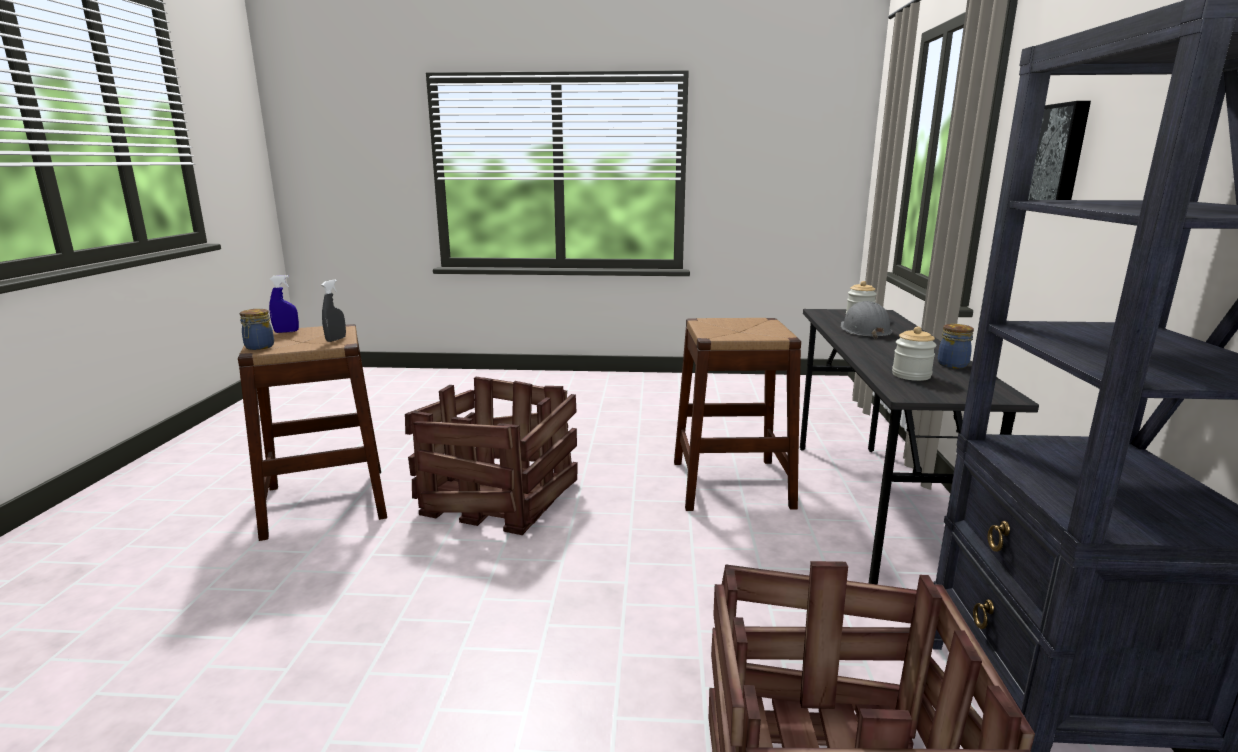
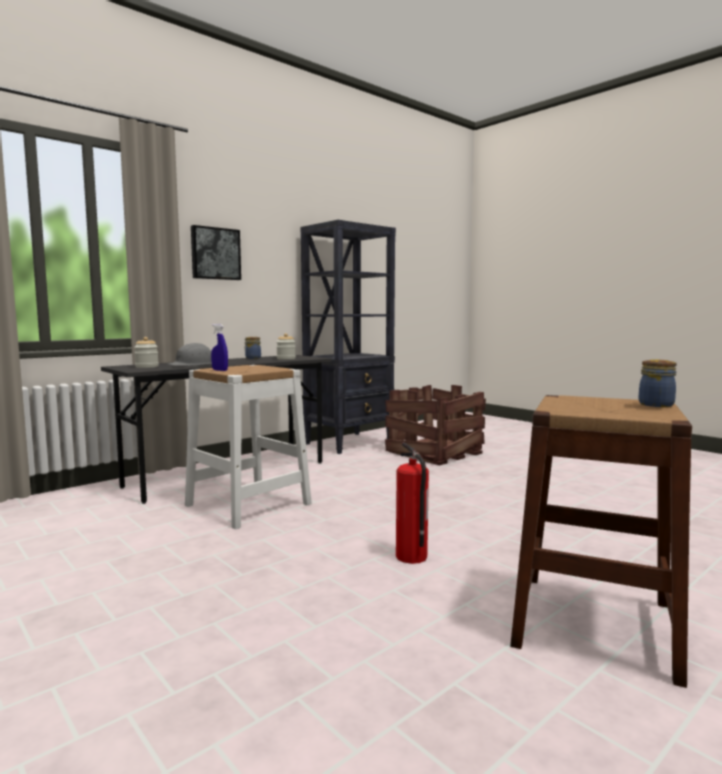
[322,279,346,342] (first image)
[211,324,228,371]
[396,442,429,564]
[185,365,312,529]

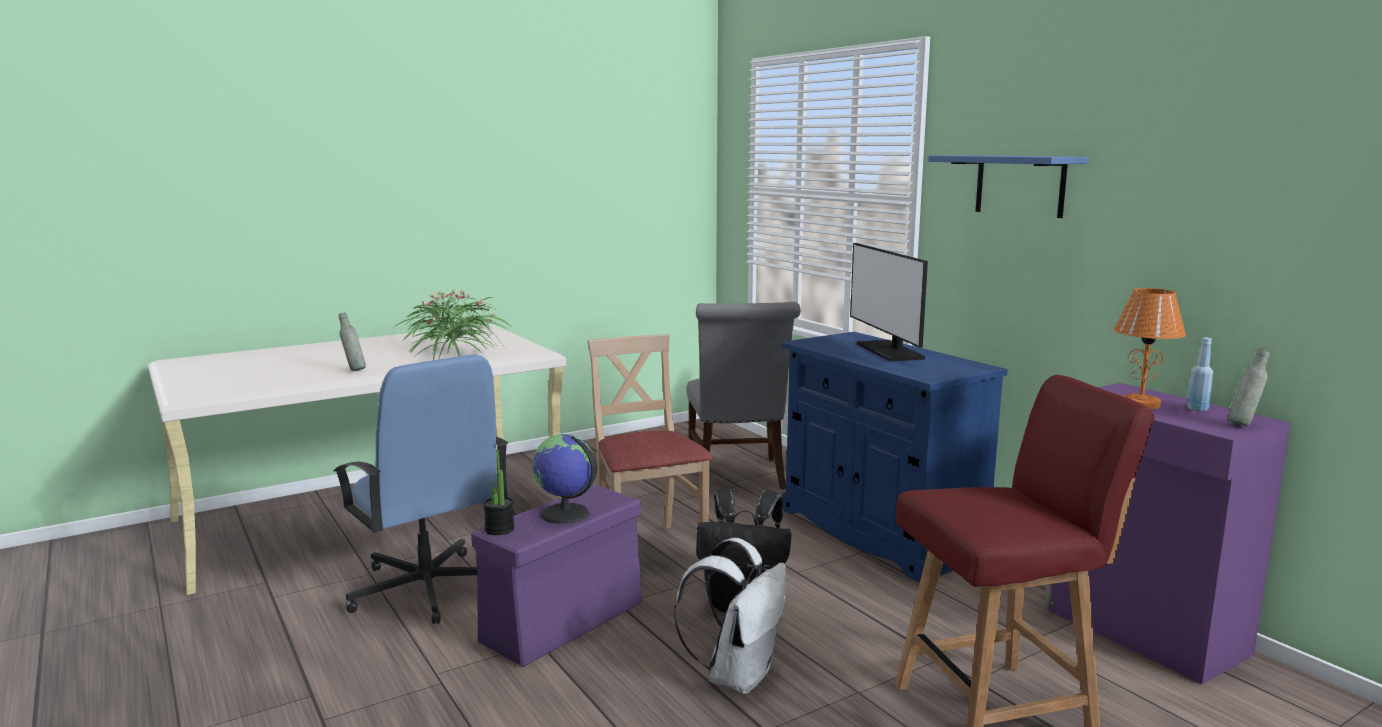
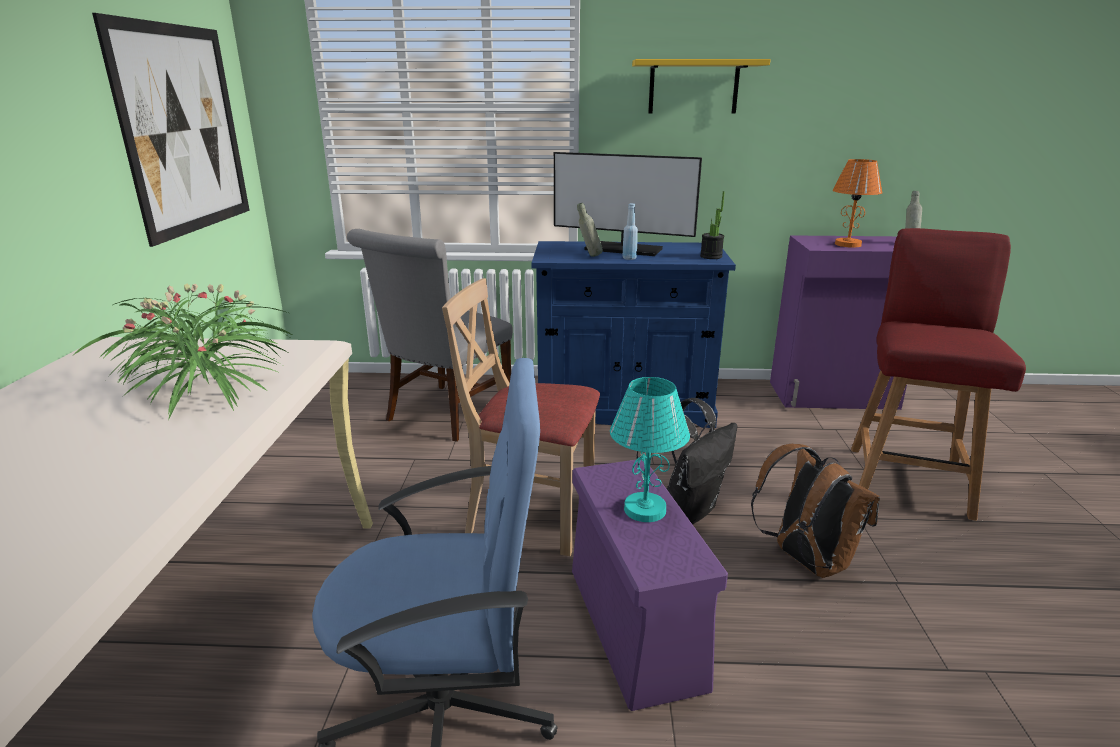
[92,13,250,247]
[577,203,603,257]
[700,191,725,259]
[622,203,638,260]
[610,377,690,522]
[751,444,880,578]
[632,59,771,114]
[347,229,513,442]

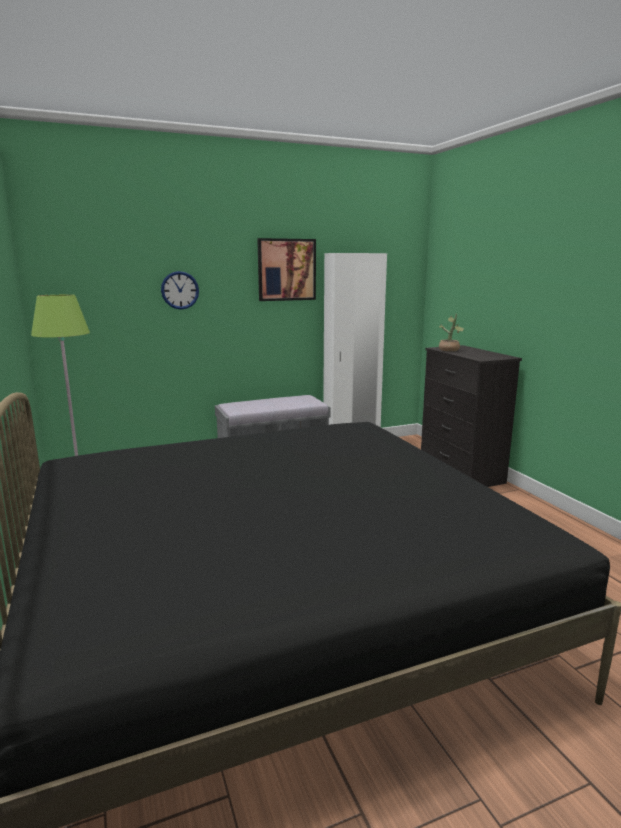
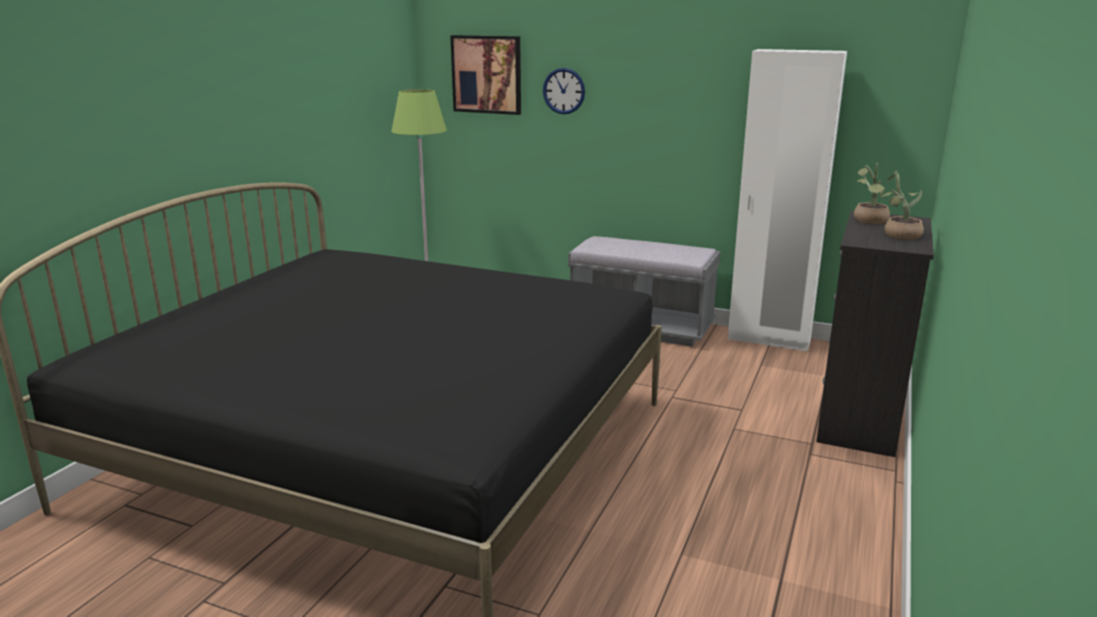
[879,171,924,240]
[450,35,521,115]

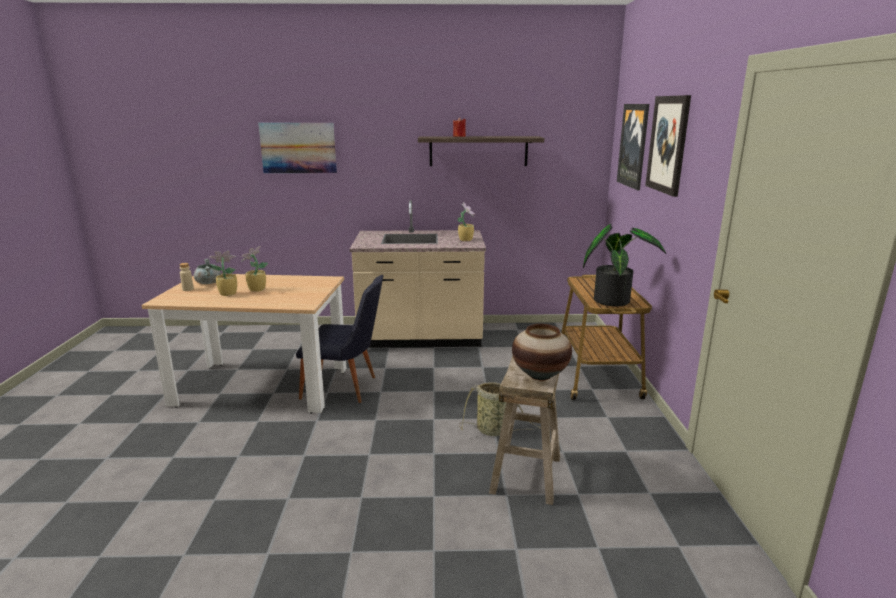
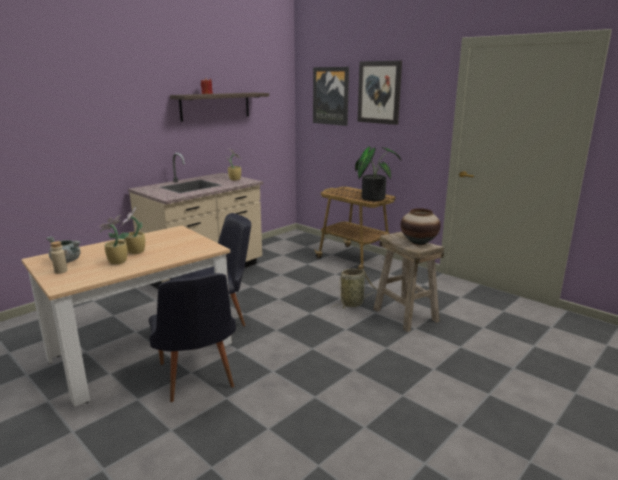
[258,123,337,173] (first image)
[149,273,236,402]

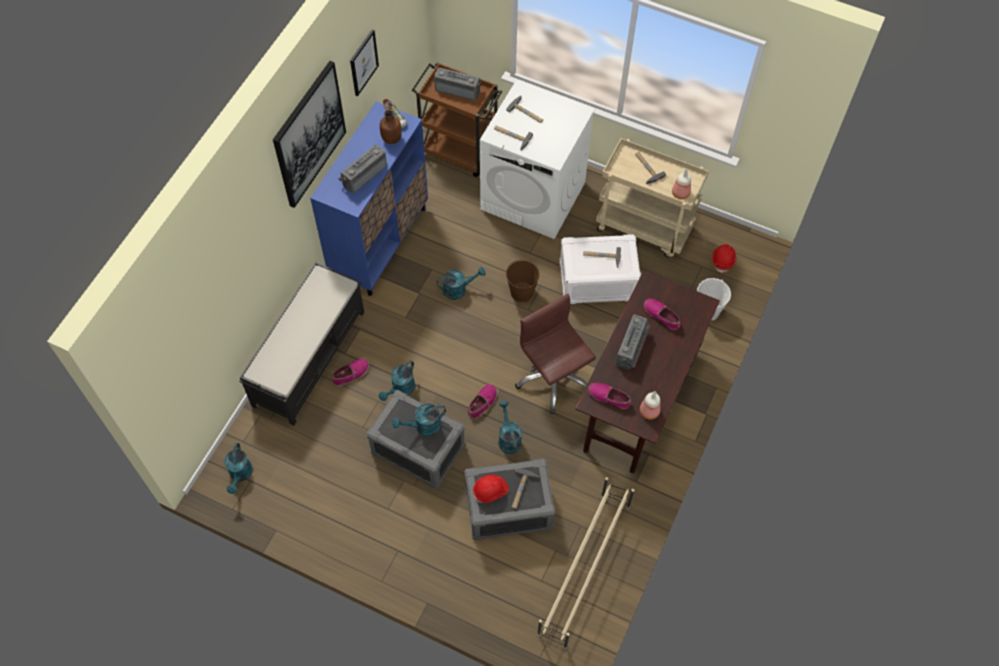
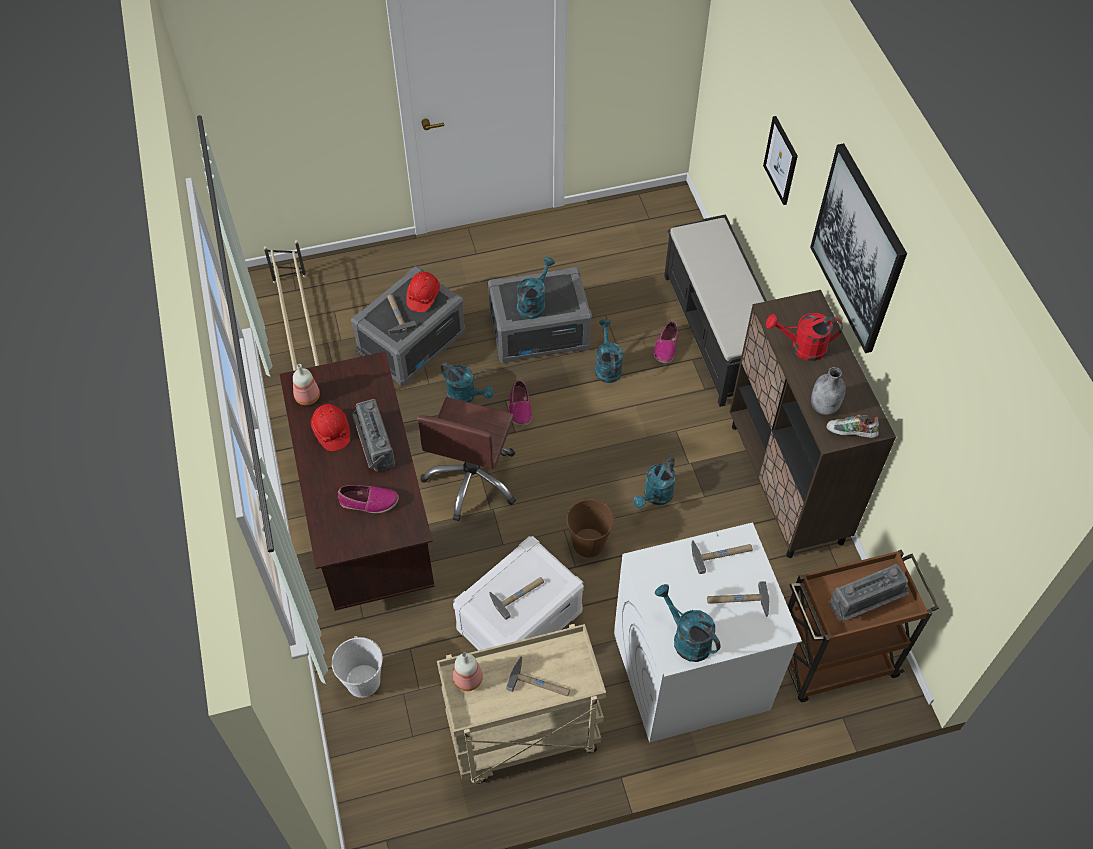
[588,383,631,409] (first image)
[655,584,721,662]
[763,116,798,205]
[311,404,350,451]
[766,313,843,361]
[730,290,896,558]
[811,367,846,415]
[417,397,516,521]

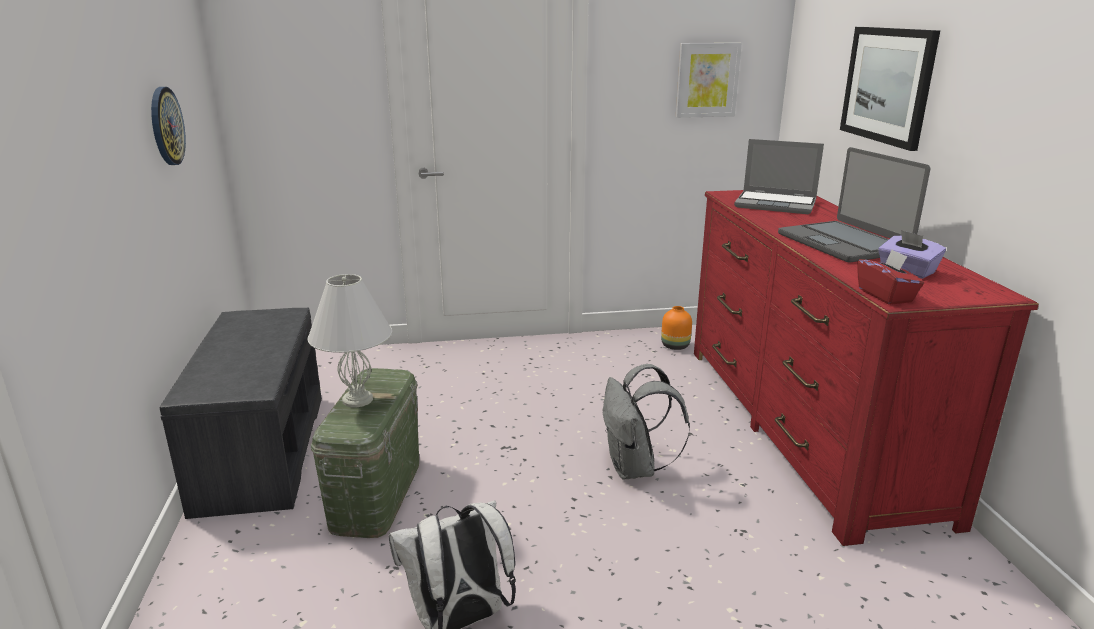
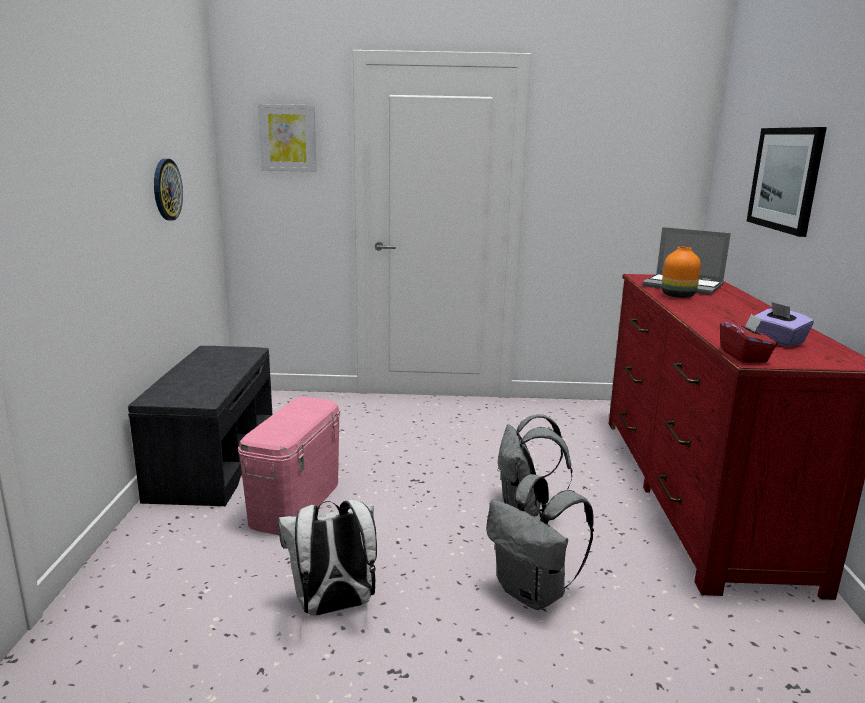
[308,274,392,408] (first image)
[778,147,930,263] (first image)
[486,474,594,610]
[662,247,701,298]
[258,104,317,172]
[238,397,340,535]

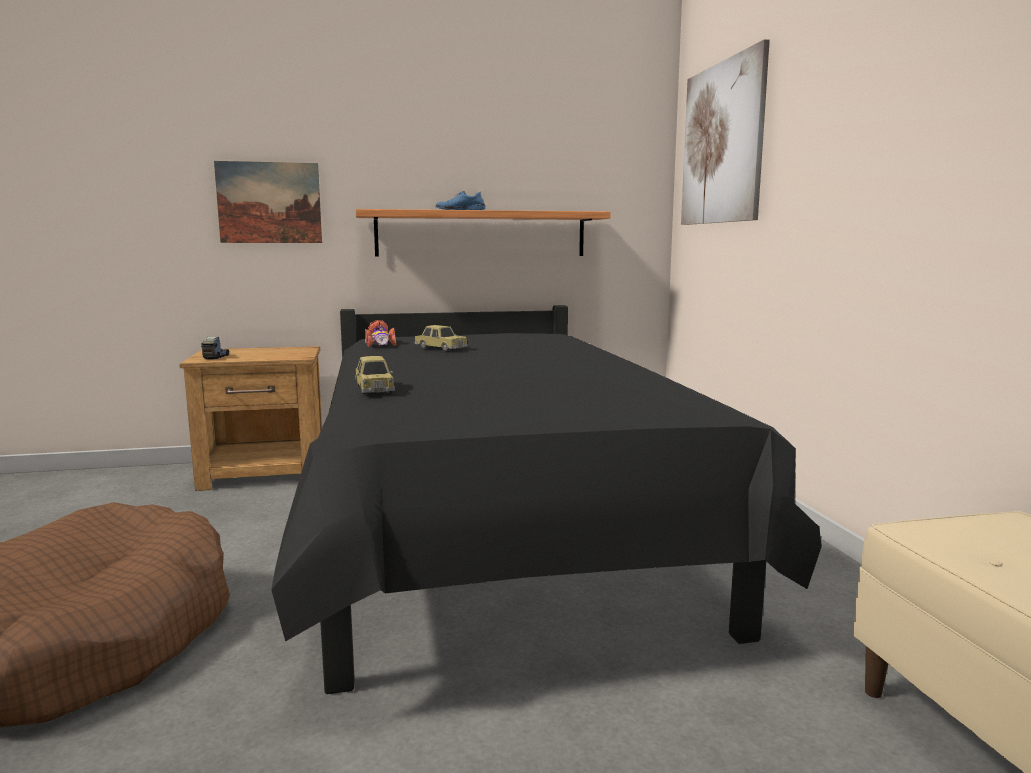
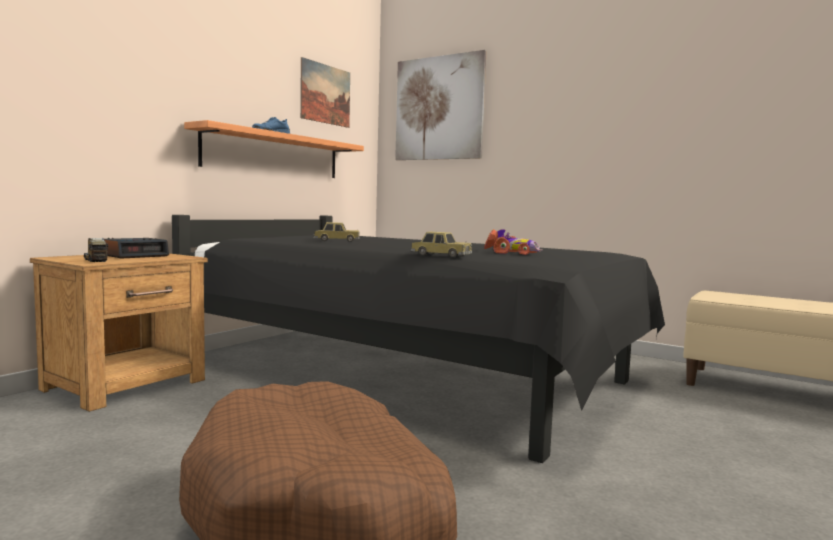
[104,238,169,259]
[300,57,350,128]
[484,229,543,255]

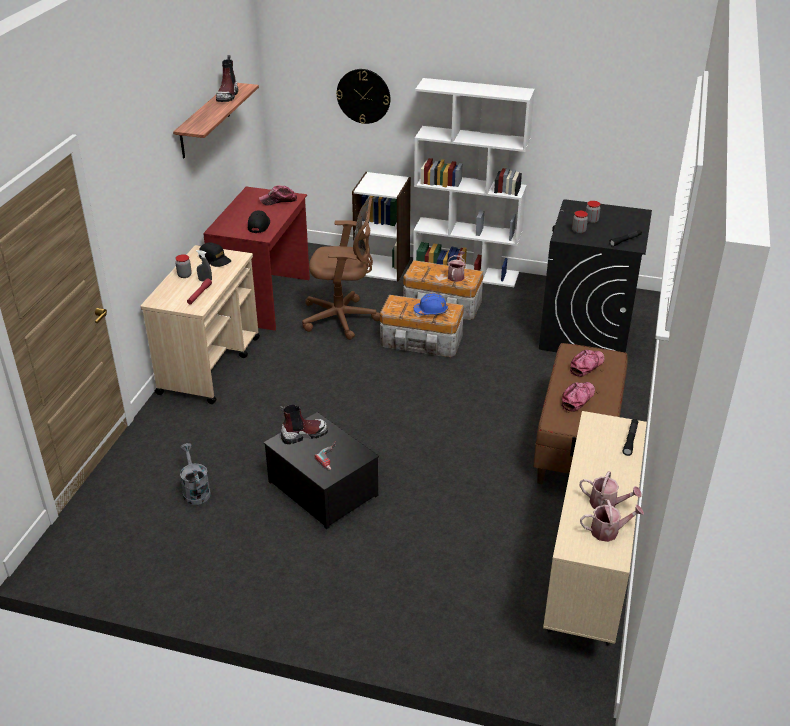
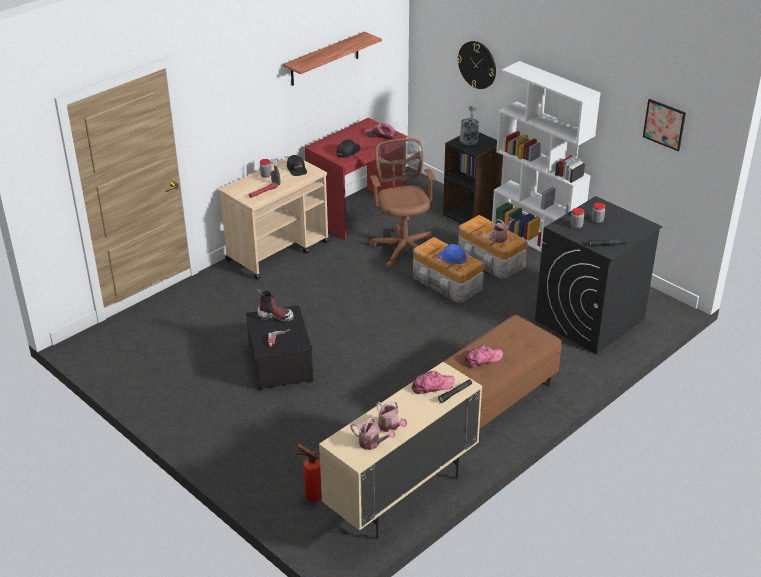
[216,55,238,102] (first image)
[296,444,322,502]
[643,99,686,151]
[460,106,479,145]
[412,371,455,394]
[443,132,503,224]
[369,138,436,269]

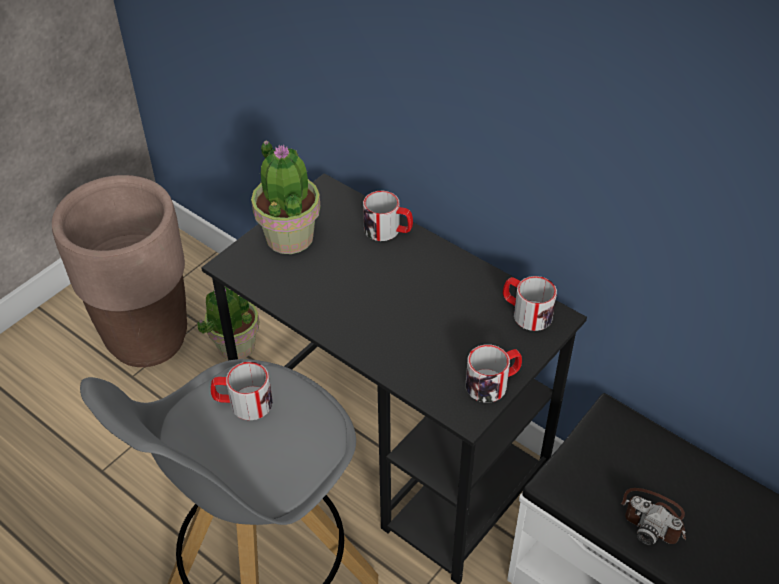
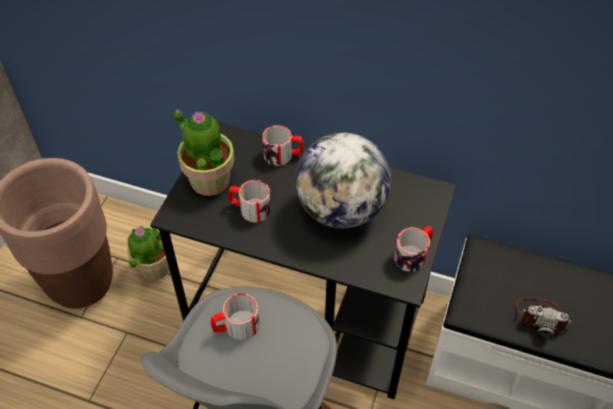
[295,133,391,228]
[228,180,271,223]

